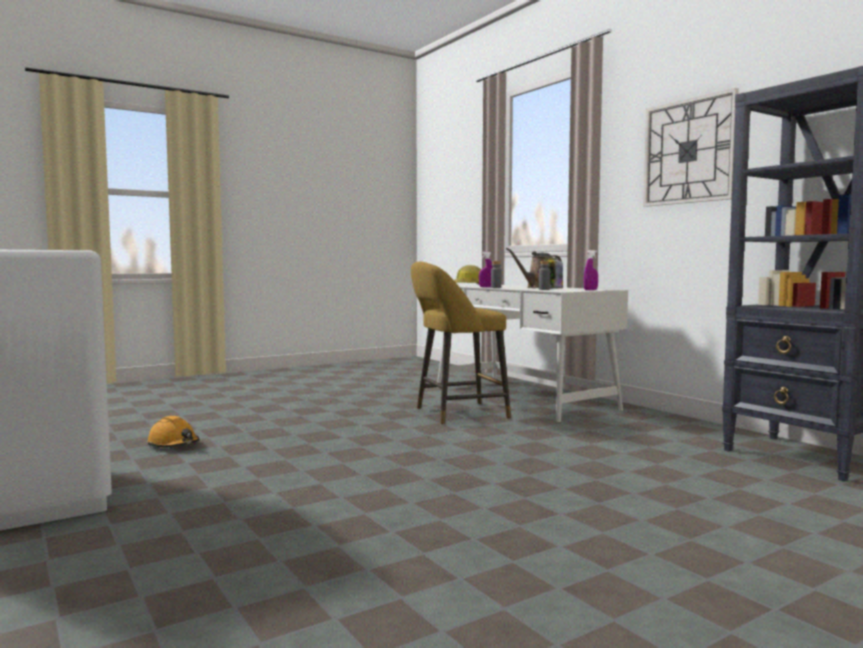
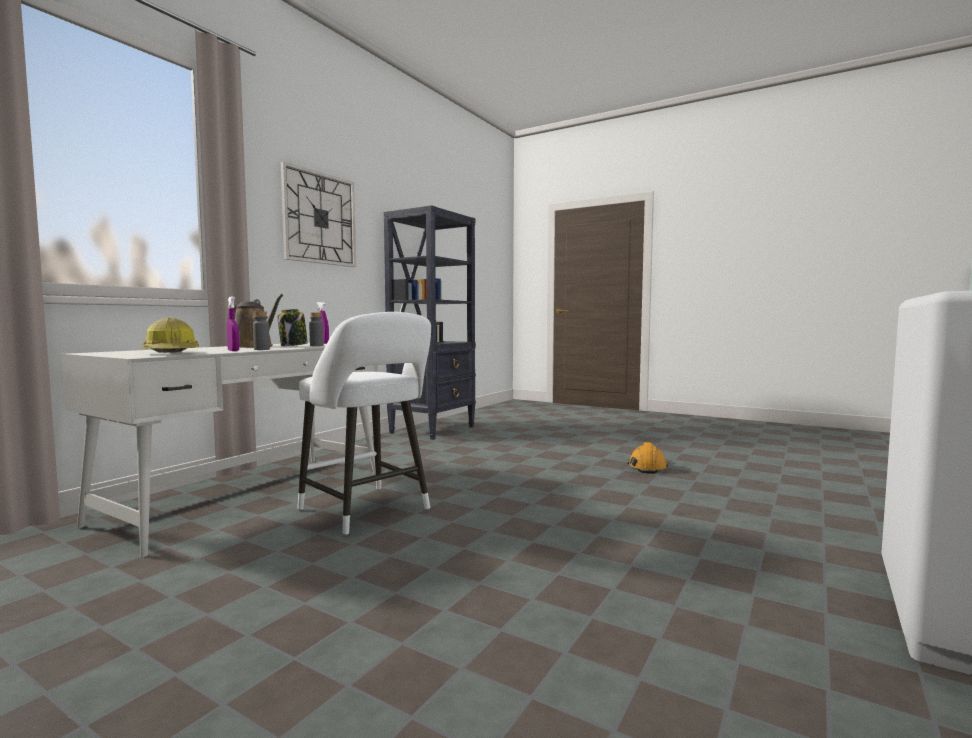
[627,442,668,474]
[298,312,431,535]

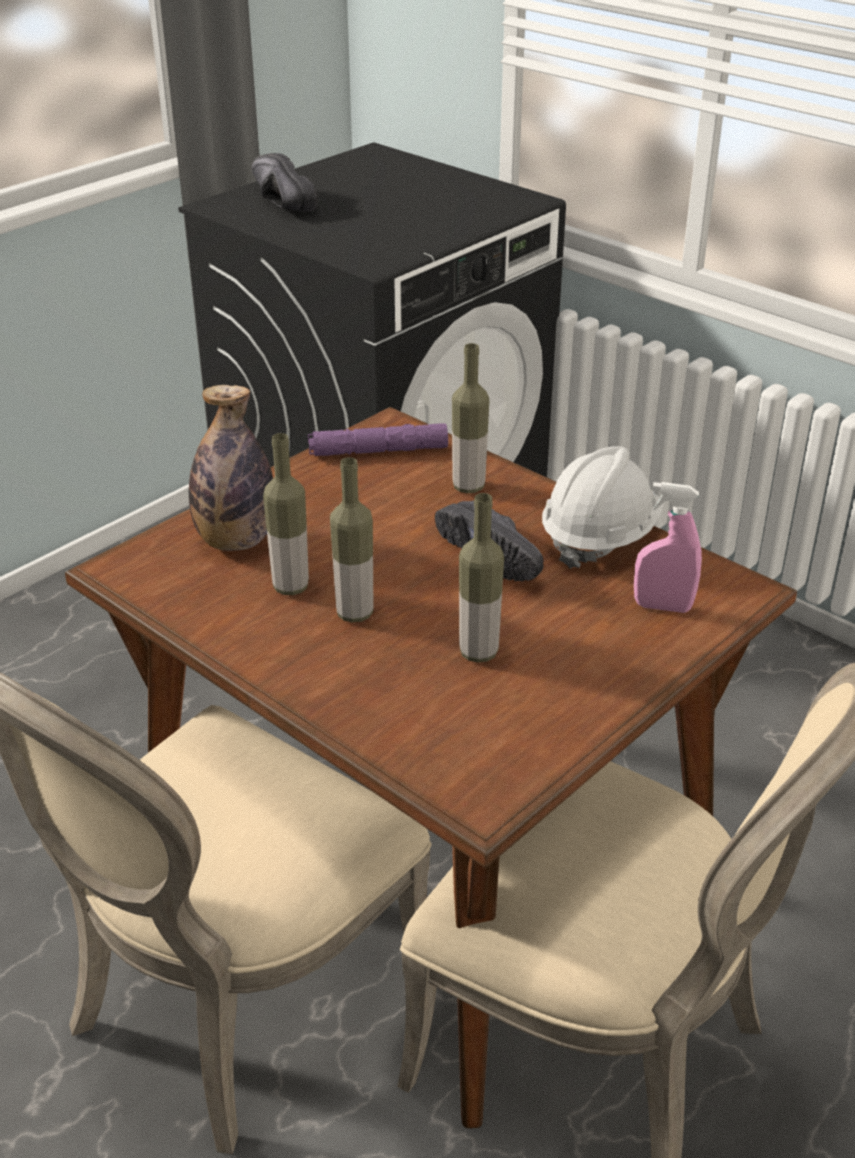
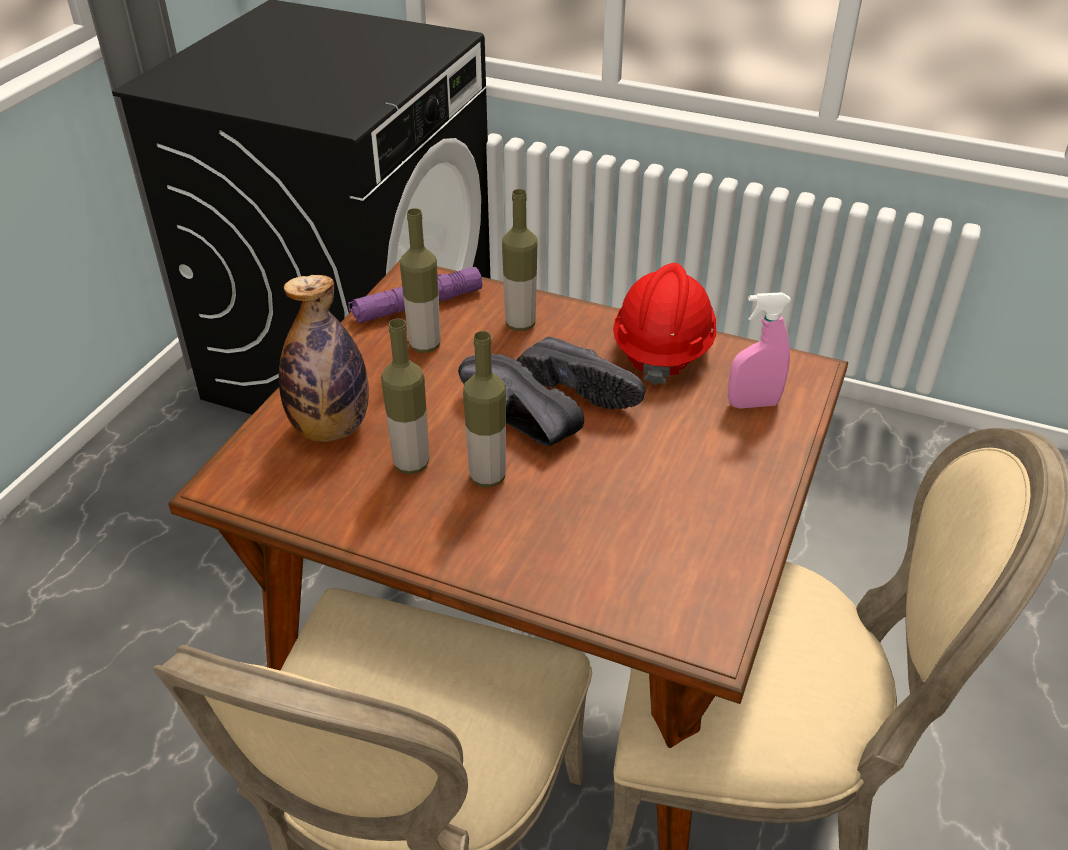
[458,354,584,446]
[400,208,441,353]
[613,263,716,385]

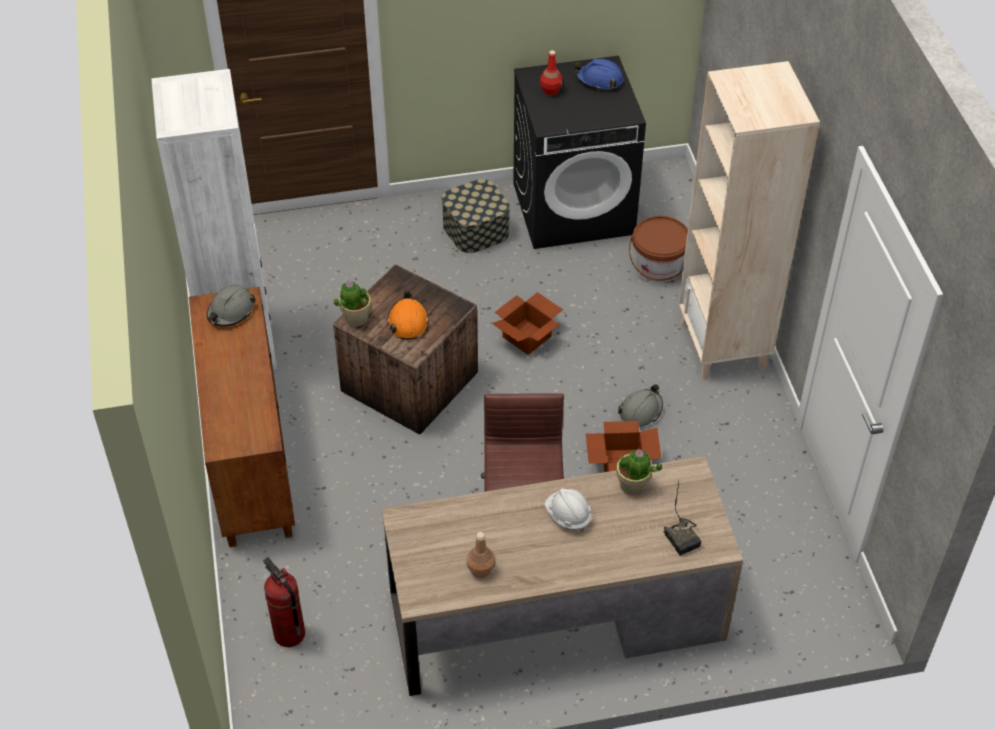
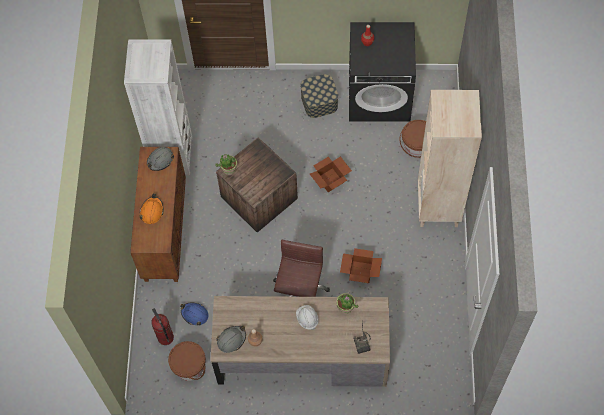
[168,341,206,381]
[140,193,164,224]
[180,303,209,326]
[216,326,246,353]

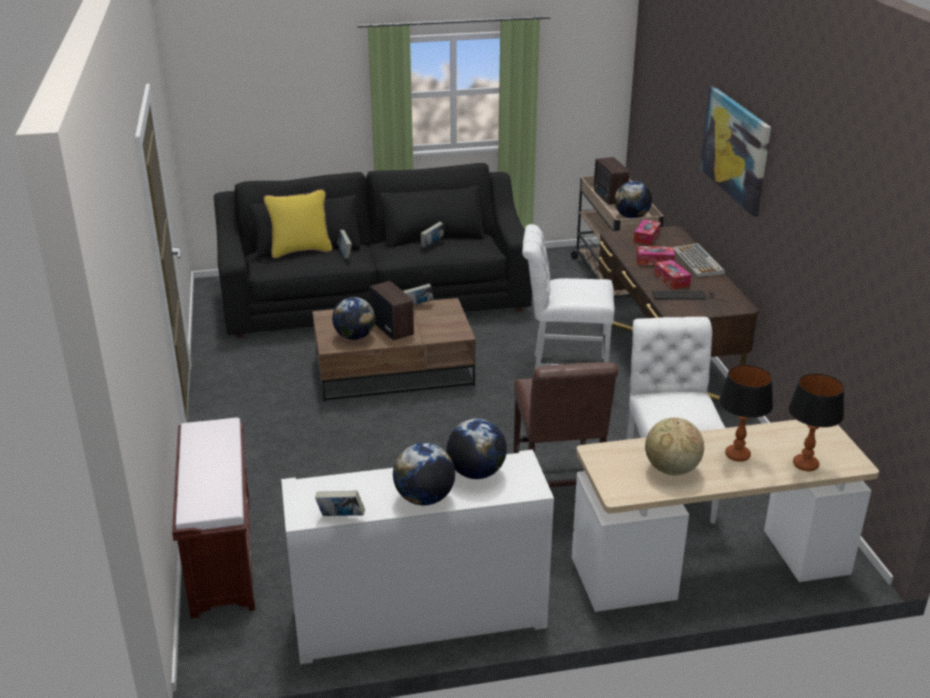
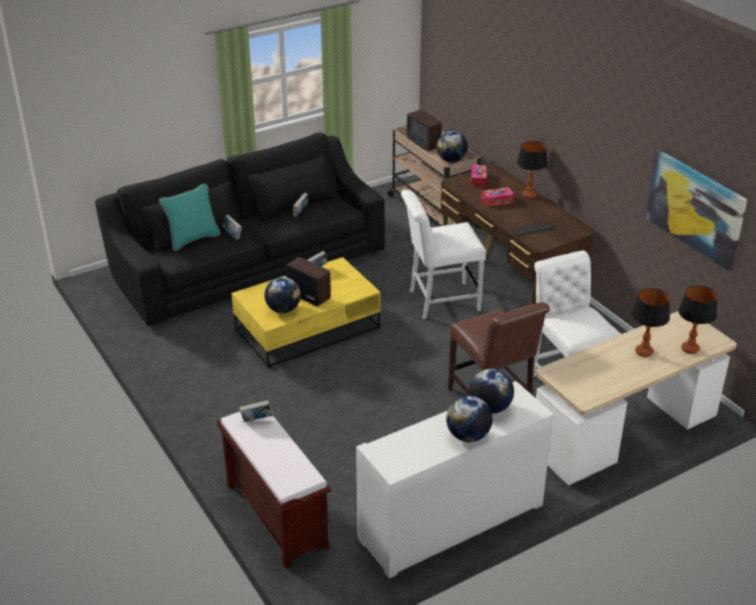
[645,417,704,475] (first image)
[654,260,691,289] (first image)
[239,400,273,422]
[645,150,747,271]
[517,141,548,199]
[159,184,220,251]
[231,257,380,369]

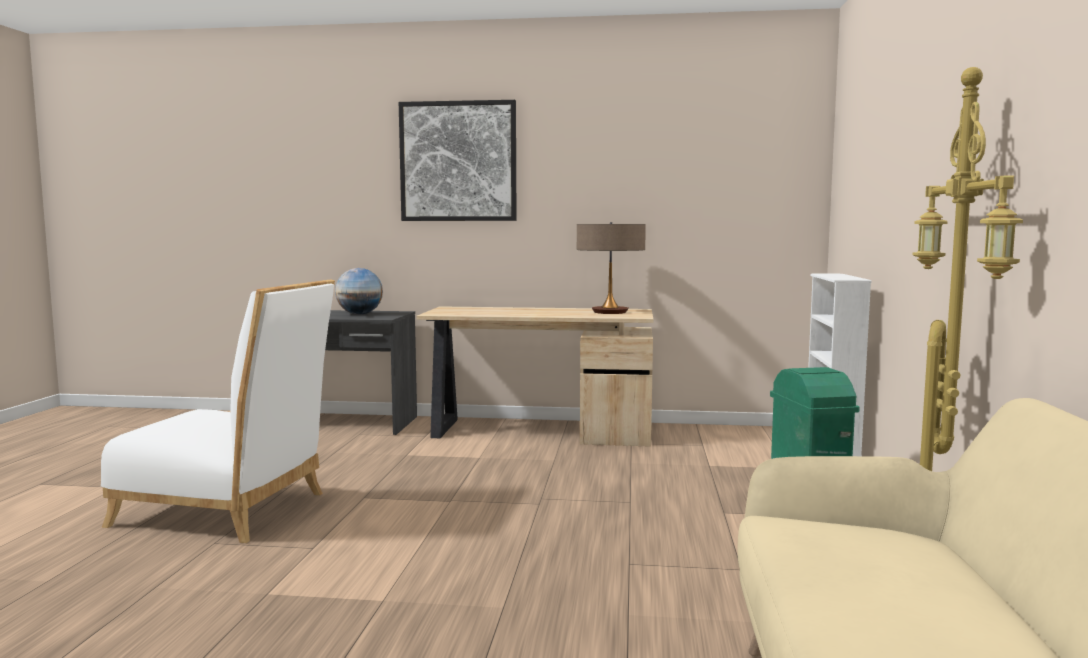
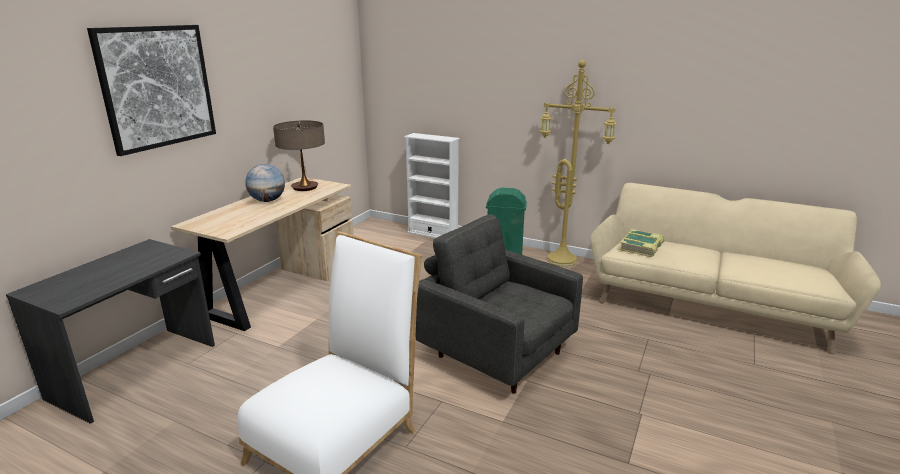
[416,214,583,394]
[619,229,665,257]
[245,164,285,202]

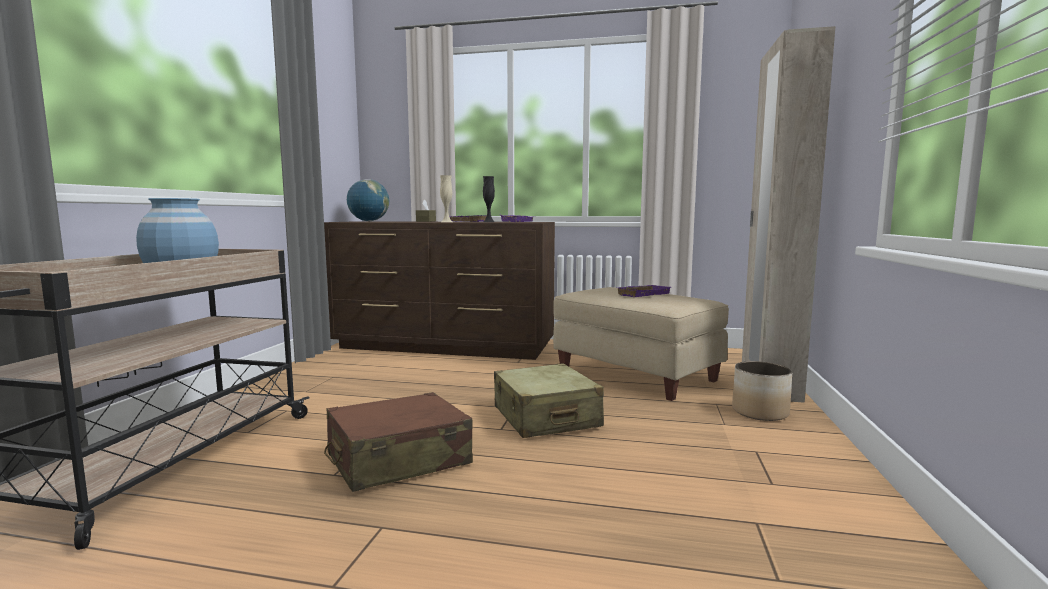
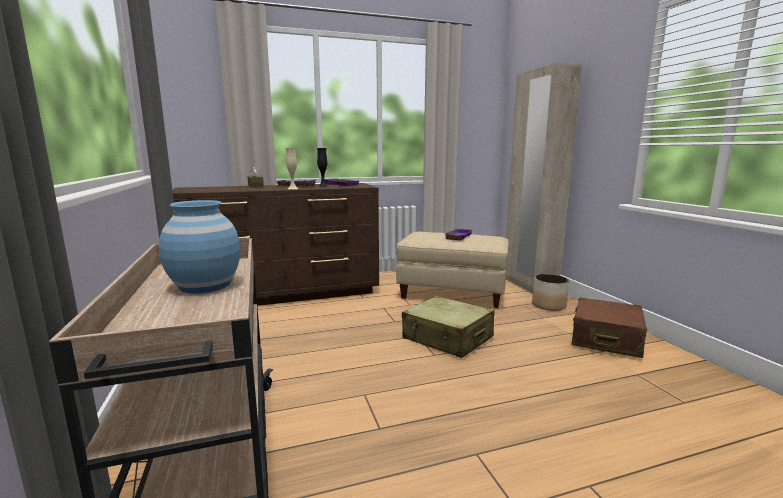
[347,179,389,221] (first image)
[572,297,647,358]

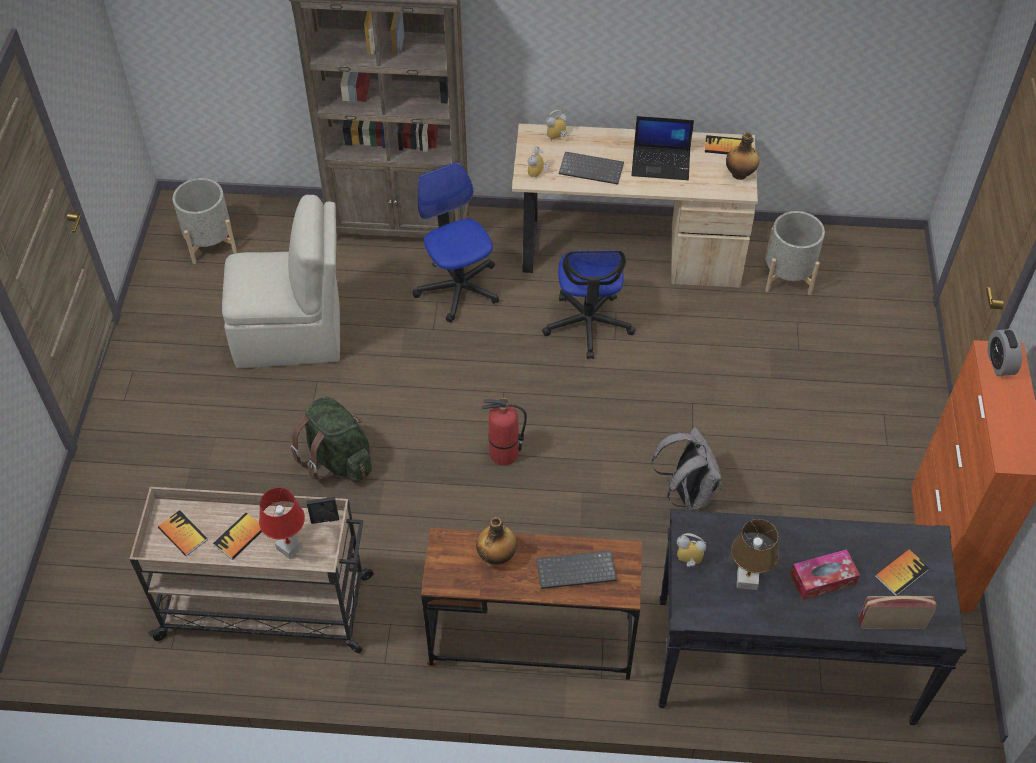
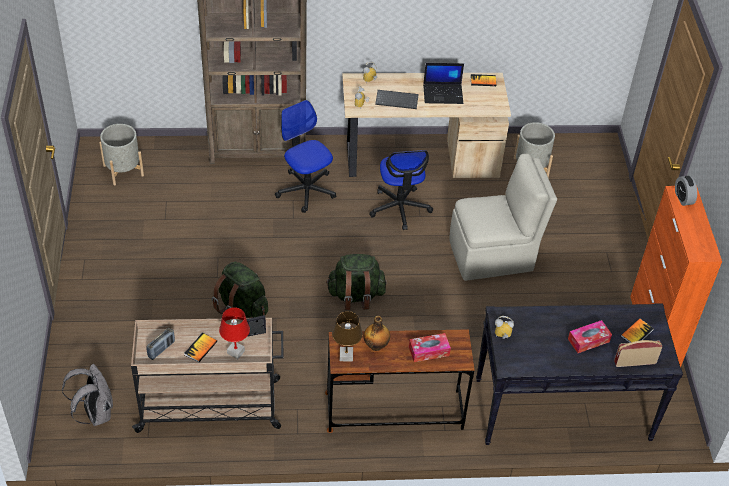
[726,132,759,180] (first image)
[449,154,557,281]
[62,364,113,426]
[332,311,363,362]
[146,328,175,360]
[326,254,387,310]
[409,333,451,362]

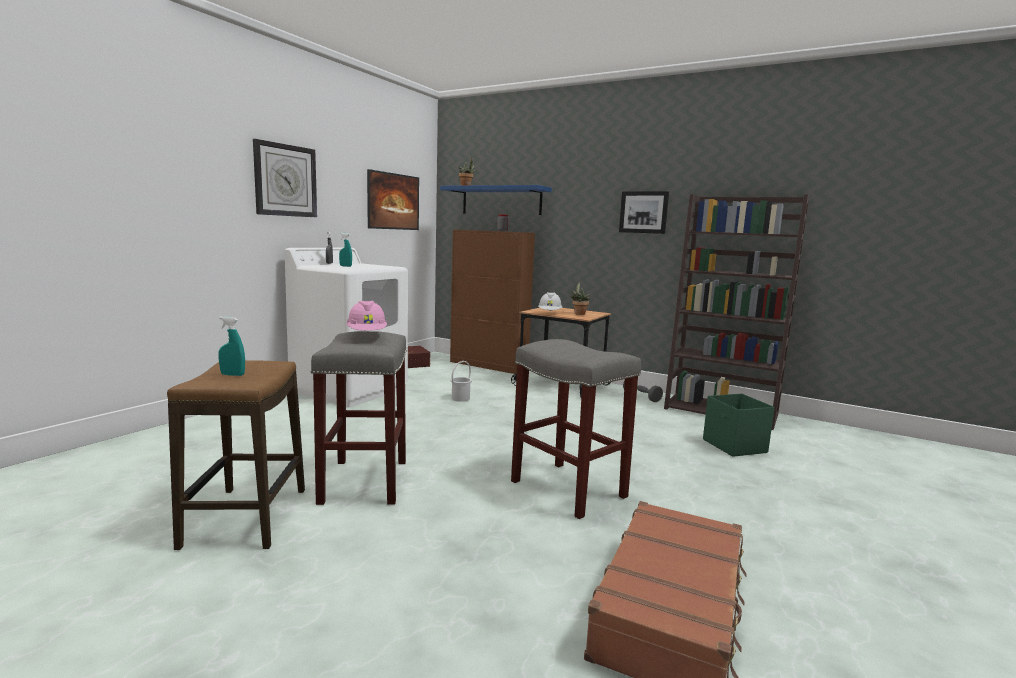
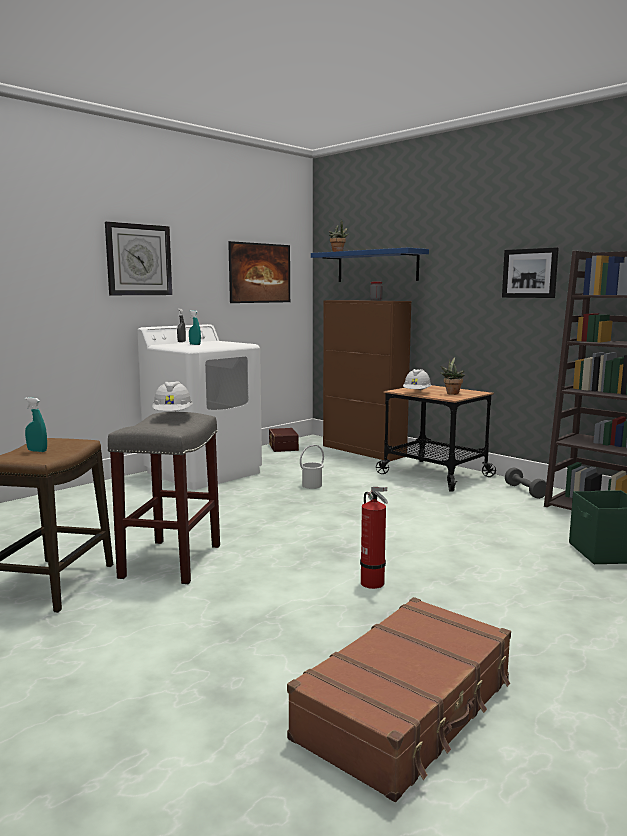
[360,487,388,589]
[152,381,193,412]

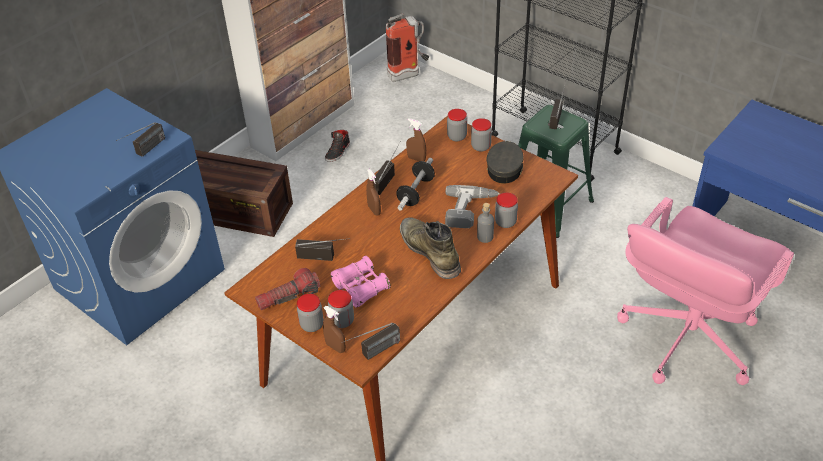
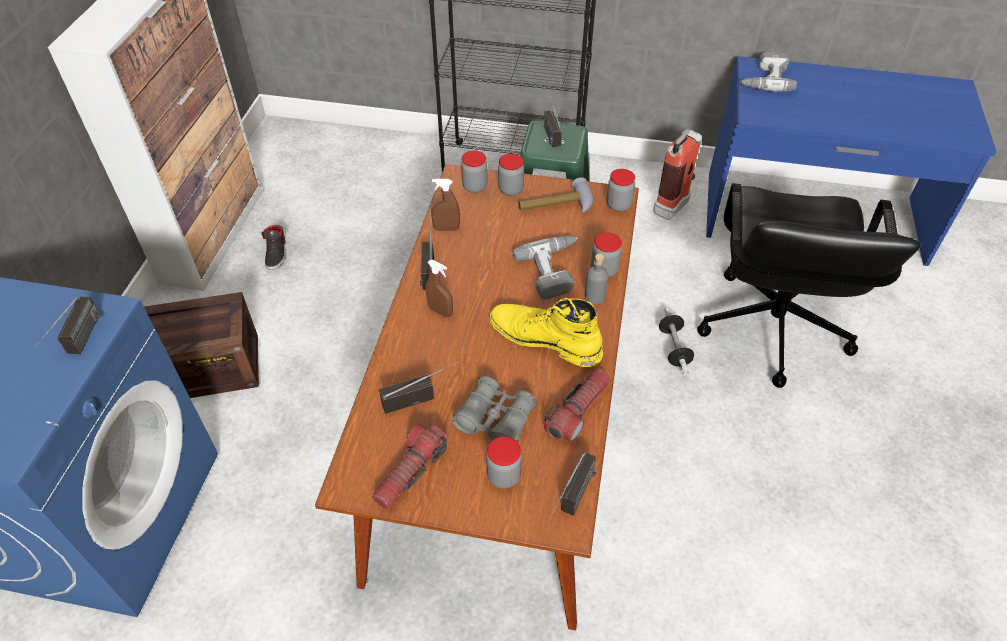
[323,306,346,353] (first image)
[544,369,610,442]
[739,52,797,92]
[607,169,635,212]
[653,129,702,220]
[659,307,694,376]
[518,177,593,212]
[452,376,537,442]
[489,297,603,367]
[697,183,921,388]

